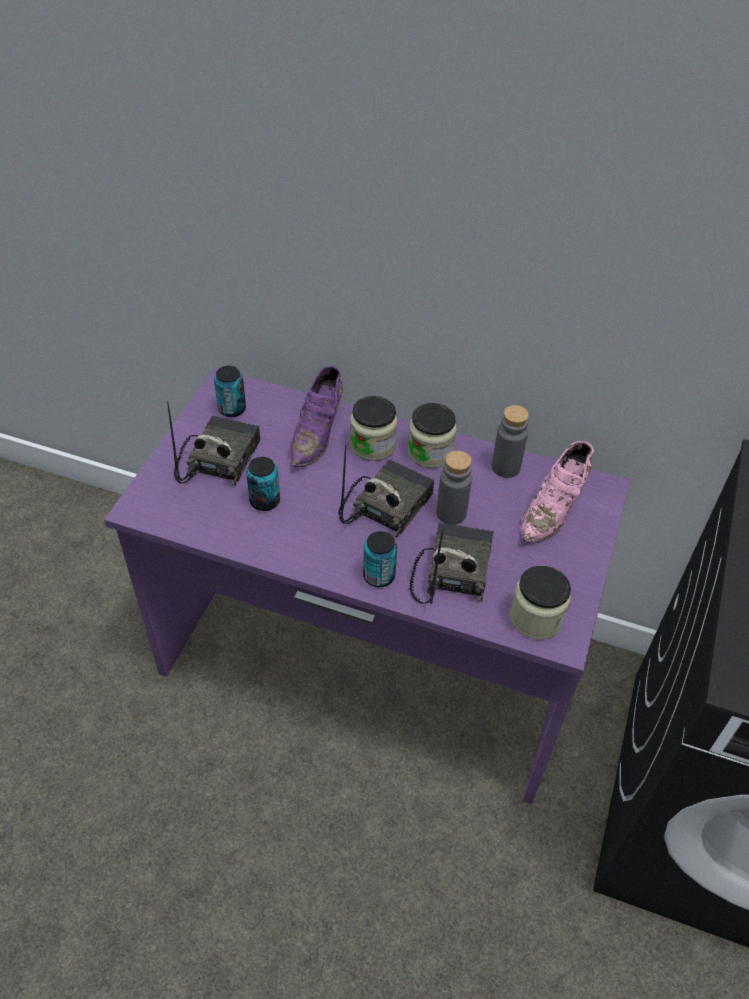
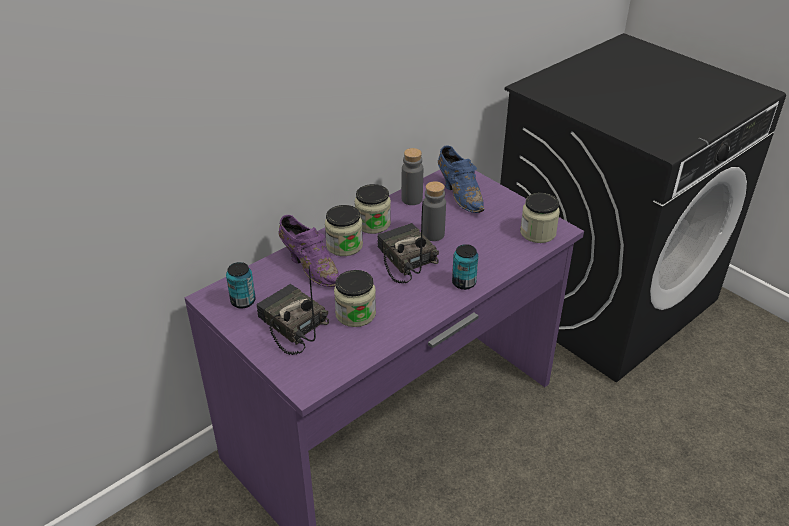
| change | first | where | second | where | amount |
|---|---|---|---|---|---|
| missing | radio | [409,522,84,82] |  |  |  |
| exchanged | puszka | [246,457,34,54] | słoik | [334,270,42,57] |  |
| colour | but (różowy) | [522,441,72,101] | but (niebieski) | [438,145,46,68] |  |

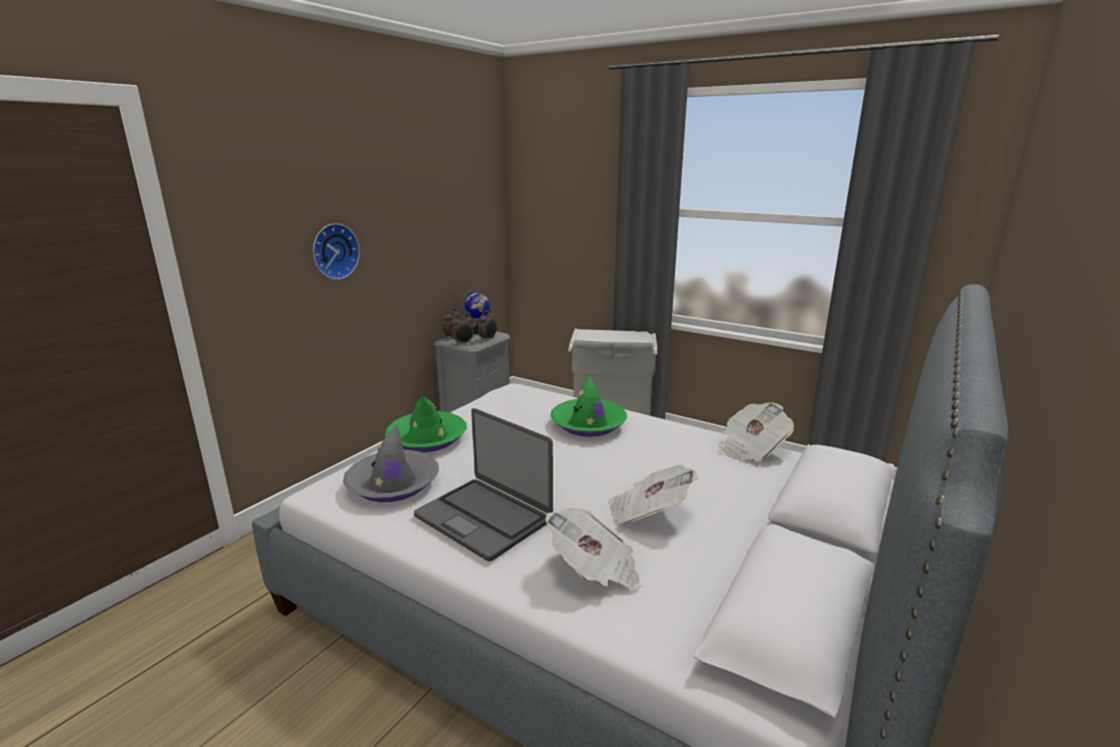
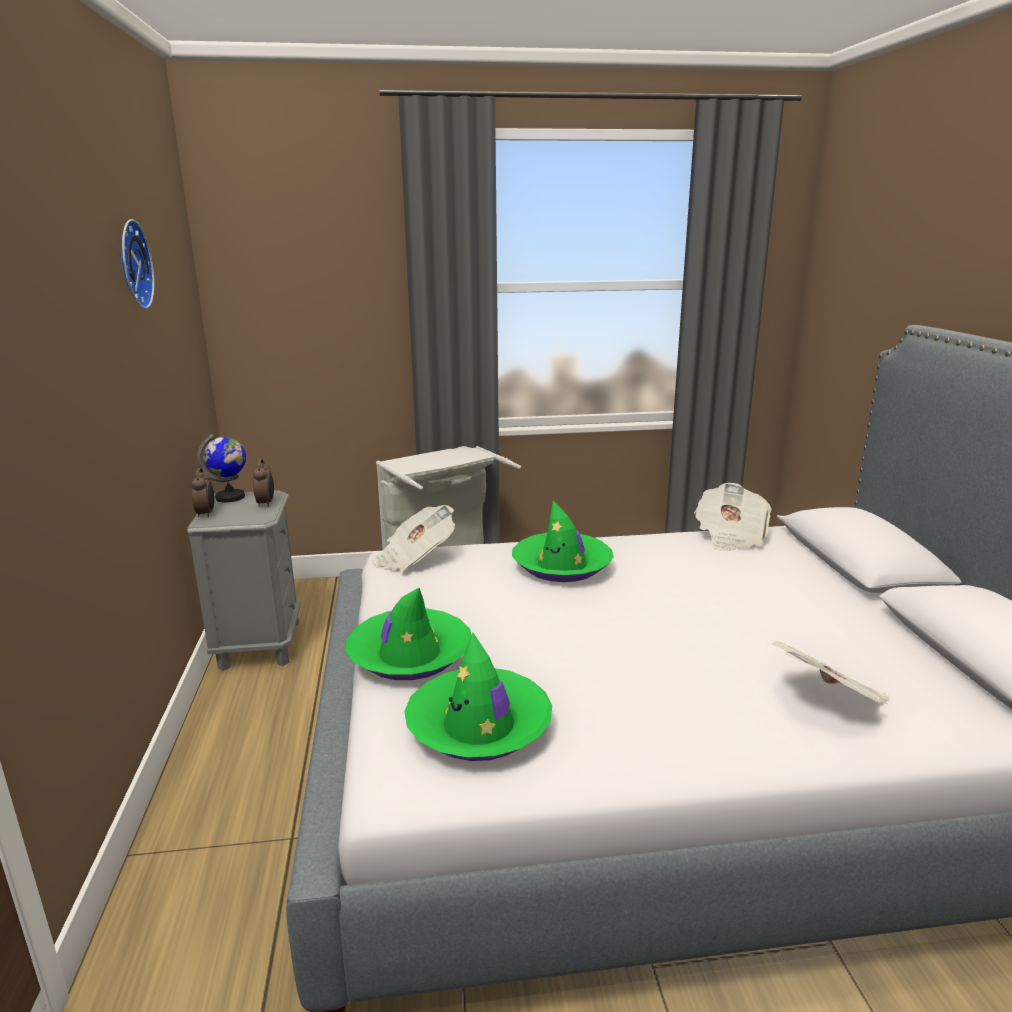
| change | first | where | second | where | amount |
|---|---|---|---|---|---|
| missing | laptop | [414,408,139,153] |  |  |  |
| missing | budzik | [451,314,23,31] |  |  |  |
| relocated | zegar ścienny | [313,223,47,57] |  | [121,219,34,90] |  |
| relocated | gazeta | [608,464,89,60] |  | [372,505,83,66] |  |
| colour | kapelusz (szary) | [343,425,96,77] | kapelusz (zielony) | [404,633,148,128] |  |

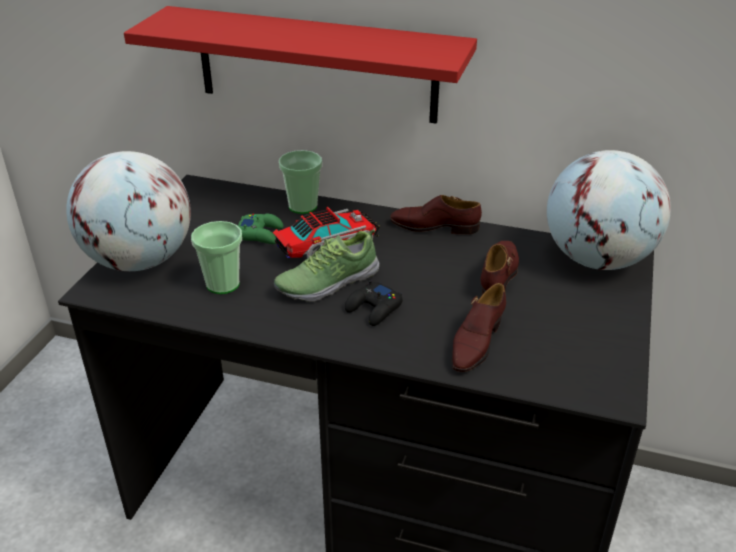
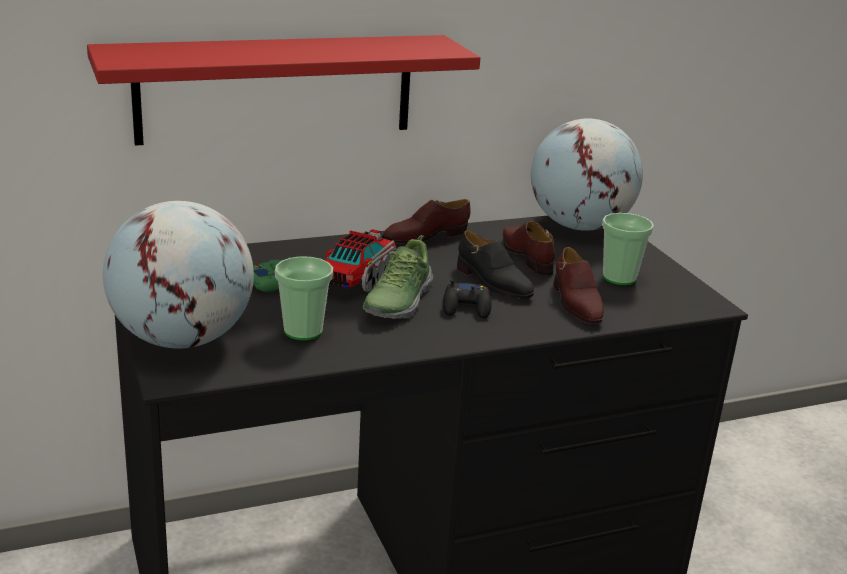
| change | first | where | second | where | amount |
|---|---|---|---|---|---|
| appeared |  |  | but (czarny) | [457,230,77,69] |  |
| relocated | filiżanka | [279,150,43,64] |  | [602,213,52,72] |  |

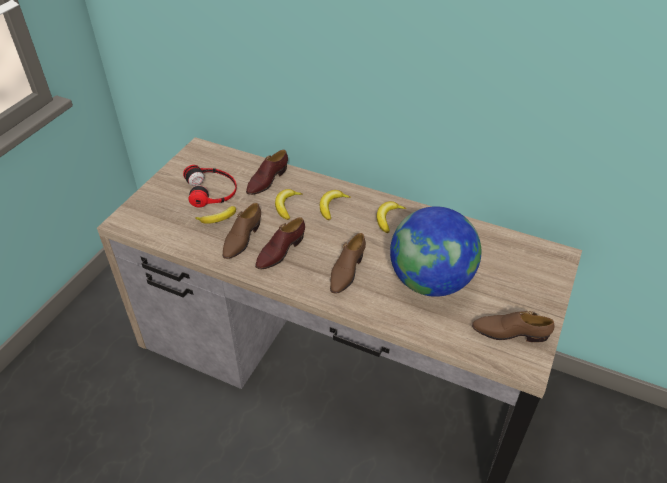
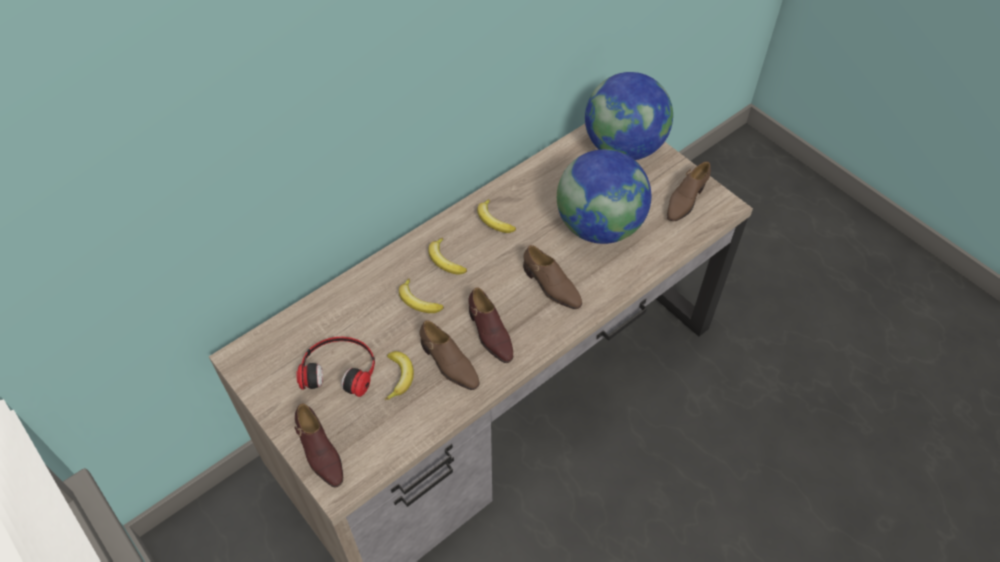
| change | first | where | second | where | amount |
|---|---|---|---|---|---|
| appeared |  |  | globus | [585,72,88,88] |  |
| relocated | but (brązowy) | [246,150,42,45] |  | [295,403,48,84] |  |

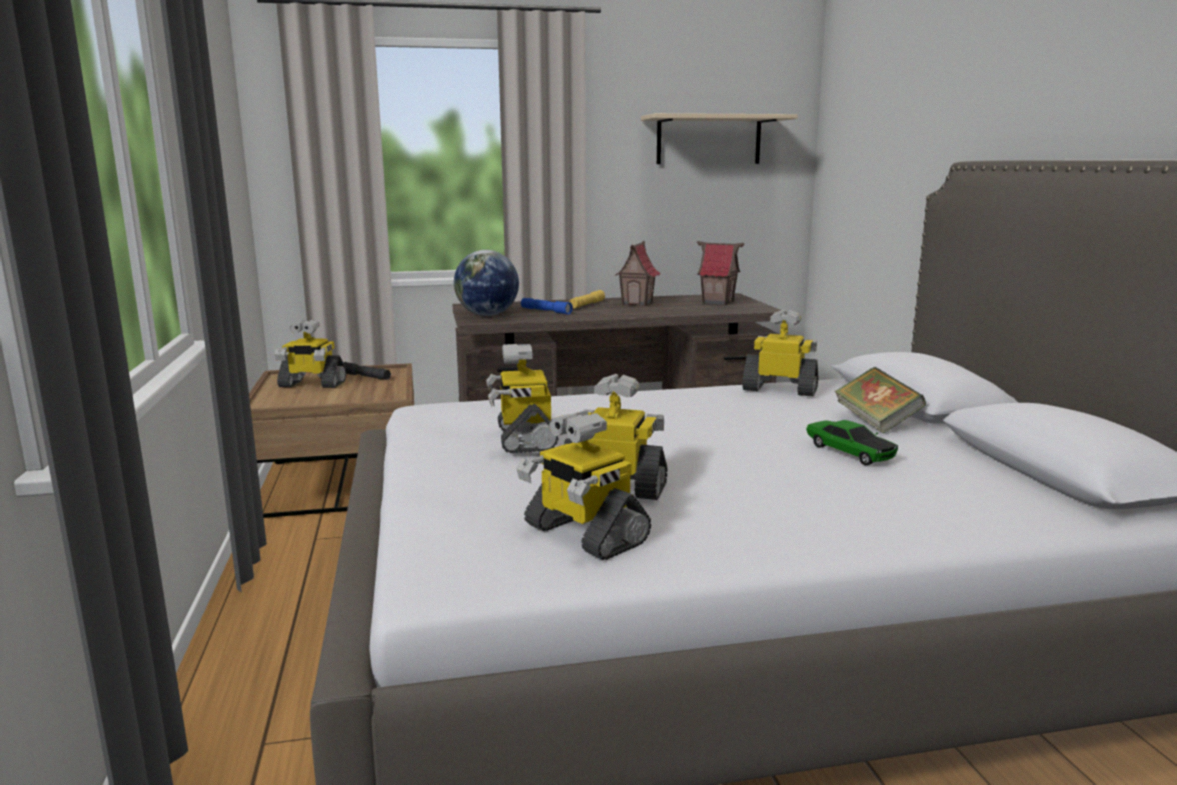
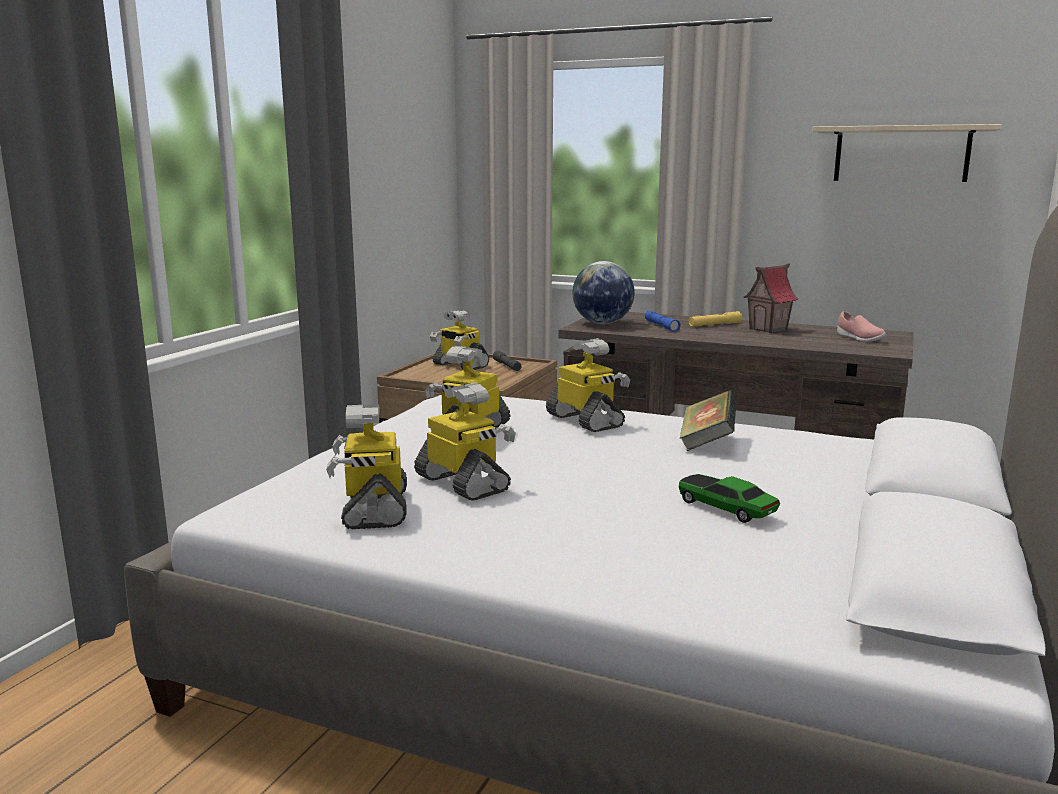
| change | first | where | second | where | amount |
|---|---|---|---|---|---|
| relocated | robot zabawkowy | [742,309,76,87] |  | [546,338,84,94] |  |
| relocated | książka | [835,367,91,66] |  | [680,390,57,61] |  |
| exchanged | domek | [697,241,47,64] | but (różowy) | [837,311,49,31] |  |
| spun | samochodzik | [806,420,92,45] |  | [679,474,101,49] | 135 degrees clockwise |

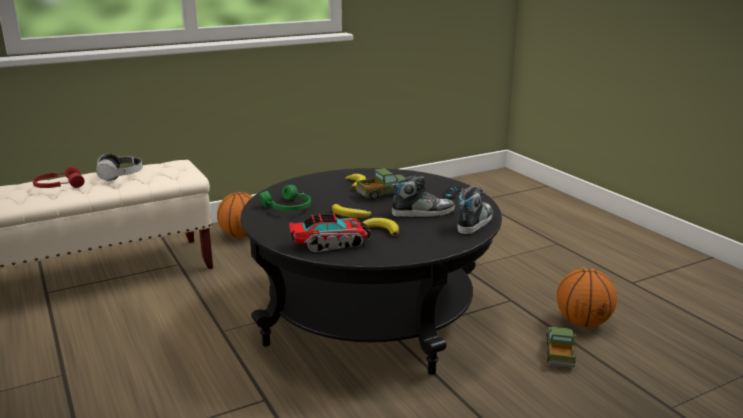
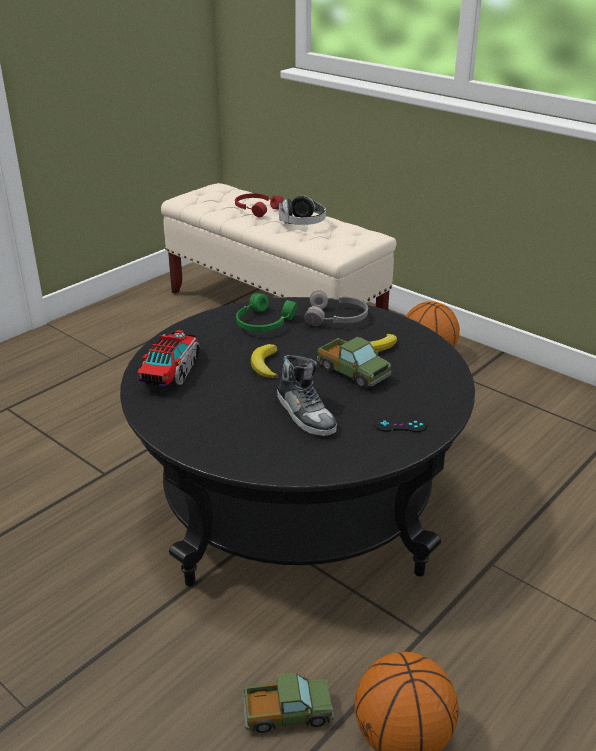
| change | first | where | second | where | amount |
|---|---|---|---|---|---|
| missing | banan | [363,218,36,18] |  |  |  |
| missing | but | [457,186,36,48] |  |  |  |
| appeared |  |  | słuchawki (szary) | [304,290,64,36] |  |
| spun | ciężarówka zabawkowa | [289,212,82,41] |  | [138,330,62,57] | 135 degrees counterclockwise |

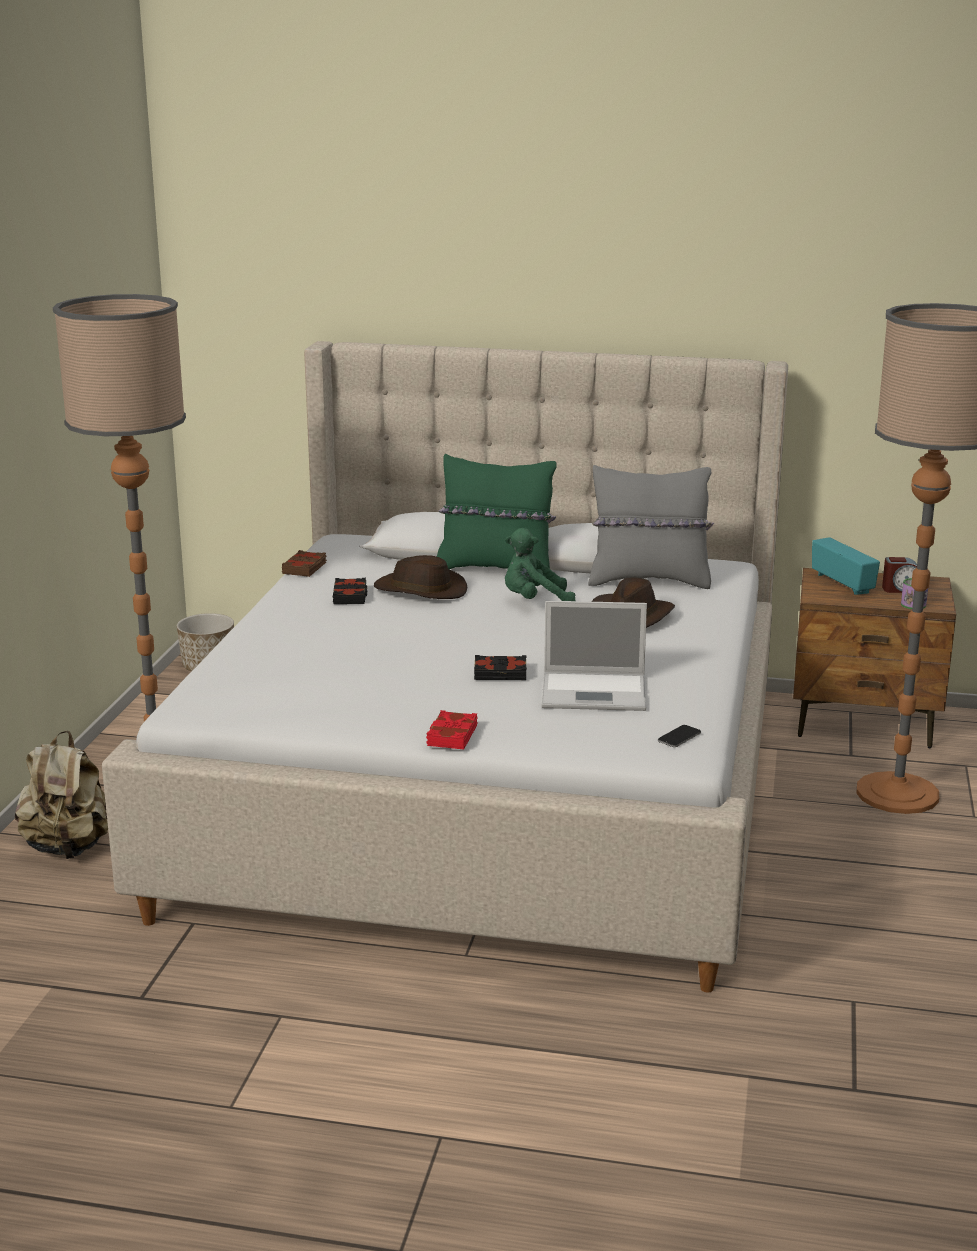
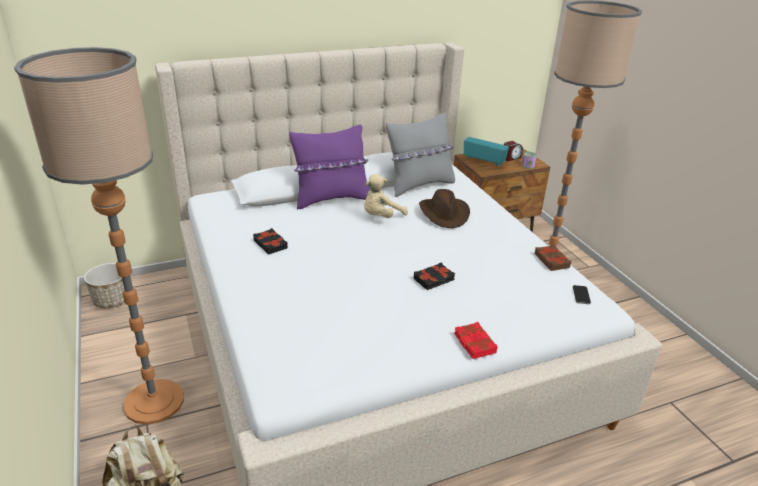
| change | first | where | second | where | amount |
|---|---|---|---|---|---|
| missing | kapelusz (brązowy) | [374,555,93,44] |  |  |  |
| missing | laptop | [542,601,105,110] |  |  |  |
| relocated | książka (brązowy) | [282,550,45,27] |  | [535,245,36,26] |  |
| colour | poduszka (zielony) | [437,454,120,116] | poduszka (fioletowy) | [289,125,81,85] |  |
| colour | pluszak (zielony) | [505,528,70,73] | pluszak (beżowy) | [364,174,44,44] |  |

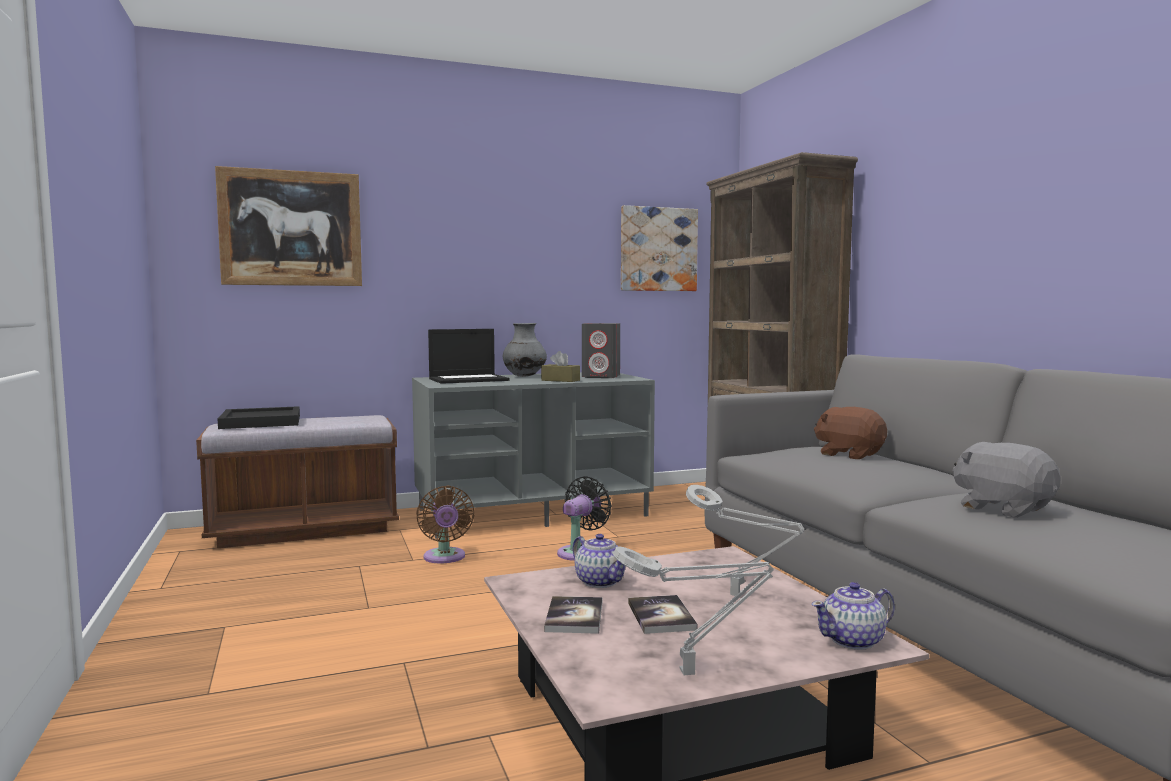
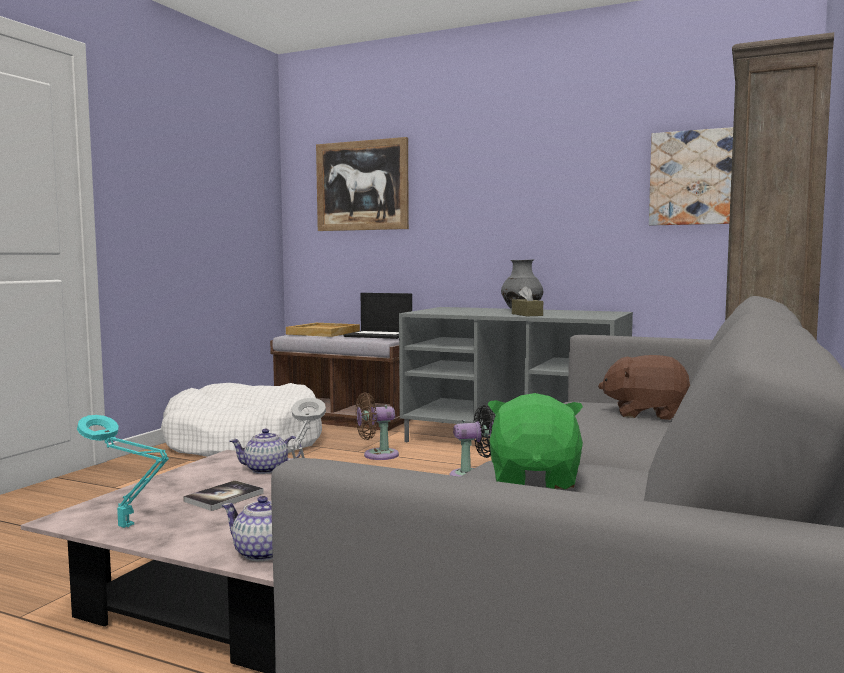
| change | first | where | second | where | amount |
|---|---|---|---|---|---|
| missing | książka | [544,596,58,38] |  |  |  |
| missing | głośnik (szary) | [582,323,38,55] |  |  |  |
| appeared |  |  | legowisko (biały) | [161,383,161,74] |  |
| relocated | laptop | [428,329,82,55] |  | [343,293,69,46] |  |
| colour | taca (czarny) | [218,406,82,23] | taca (beżowy) | [286,323,74,14] |  |
| colour | lampa stołowa (szary) | [613,546,161,129] | lampa stołowa (turkusowy) | [77,415,92,113] |  |
| colour | pluszak (szary) | [952,442,109,76] | pluszak (zielony) | [488,393,95,96] |  |
| spun | wentylator (brązowy) | [416,486,58,78] |  | [356,392,43,68] | 45 degrees clockwise |
| spun | imbryk | [572,534,53,54] |  | [230,429,72,45] | 75 degrees clockwise |
| spun | pluszak (brązowy) | [814,407,73,52] |  | [598,355,92,65] | 75 degrees counterclockwise |

